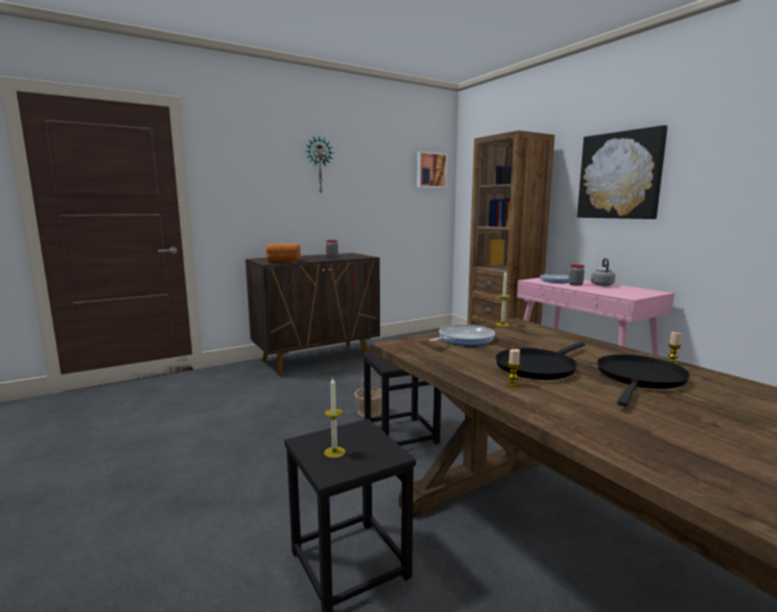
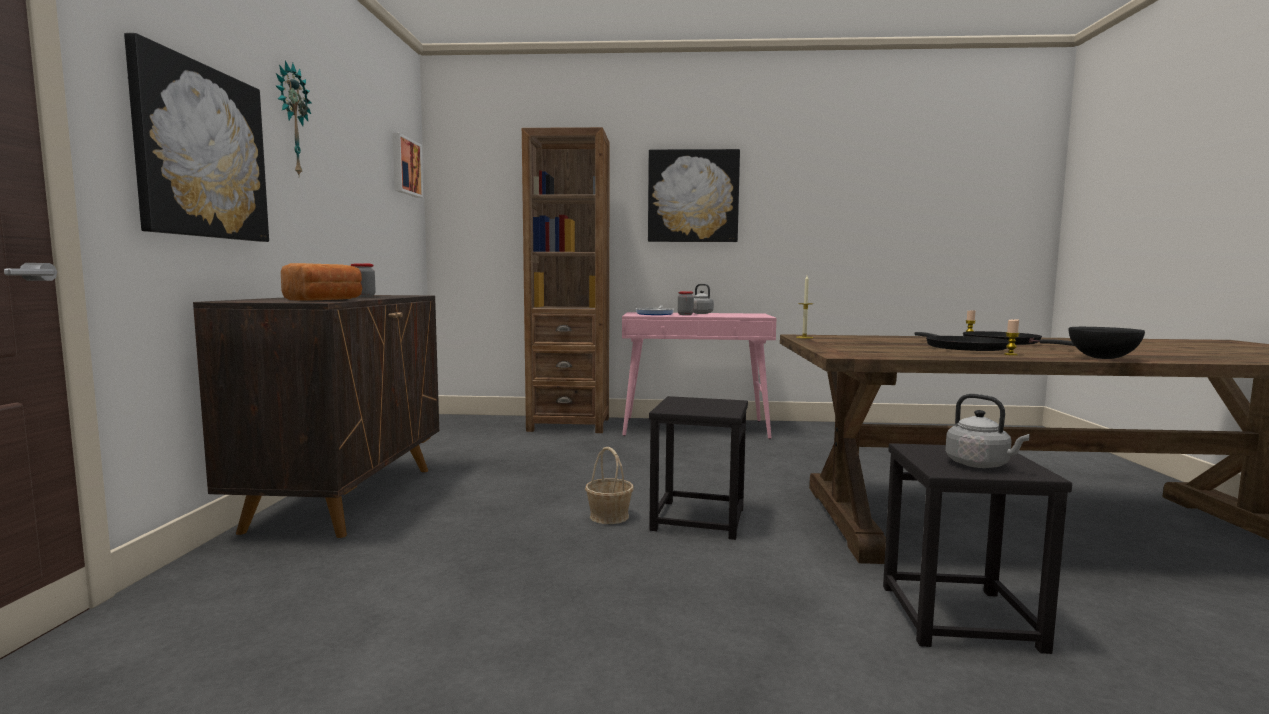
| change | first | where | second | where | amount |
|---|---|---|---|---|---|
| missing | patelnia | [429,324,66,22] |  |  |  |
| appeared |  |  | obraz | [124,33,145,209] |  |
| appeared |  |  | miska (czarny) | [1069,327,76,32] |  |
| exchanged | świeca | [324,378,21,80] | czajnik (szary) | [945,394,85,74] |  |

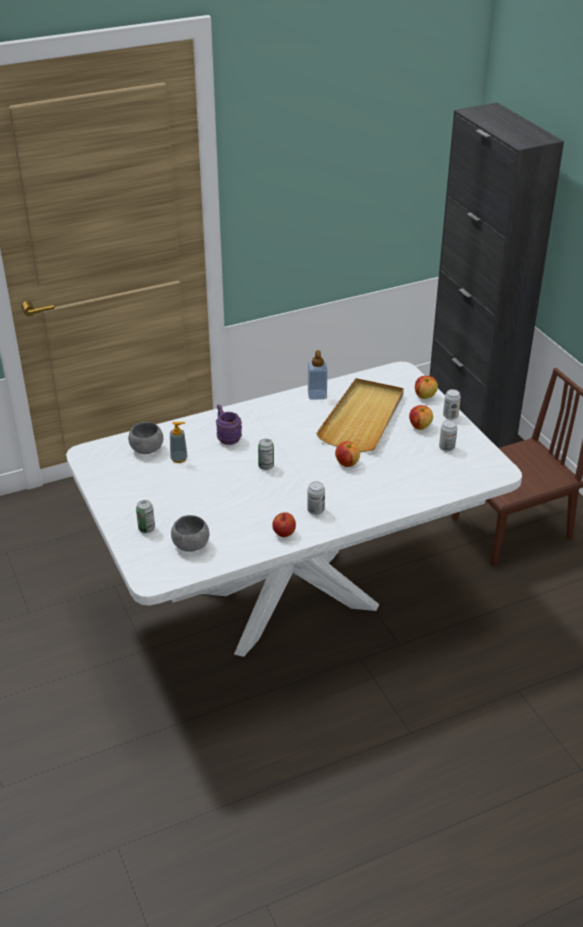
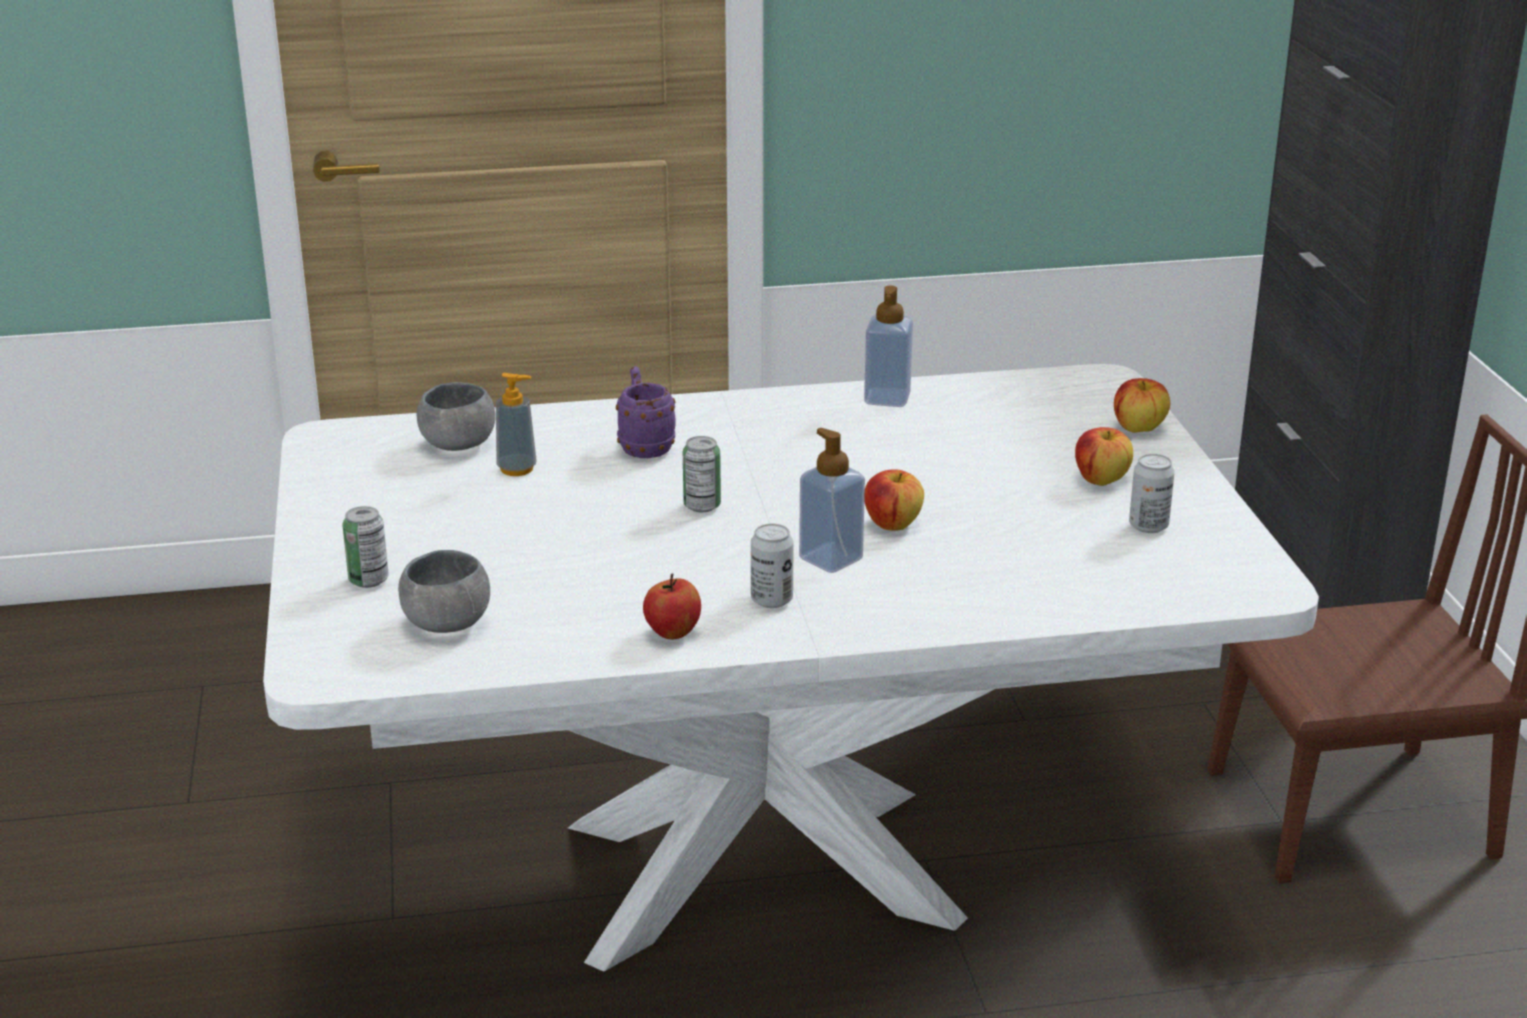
| change | first | where | second | where | amount |
|---|---|---|---|---|---|
| missing | taca (beżowy) | [316,378,88,74] |  |  |  |
| missing | puszka | [443,389,18,31] |  |  |  |
| appeared |  |  | dozownik mydła | [799,428,66,145] |  |

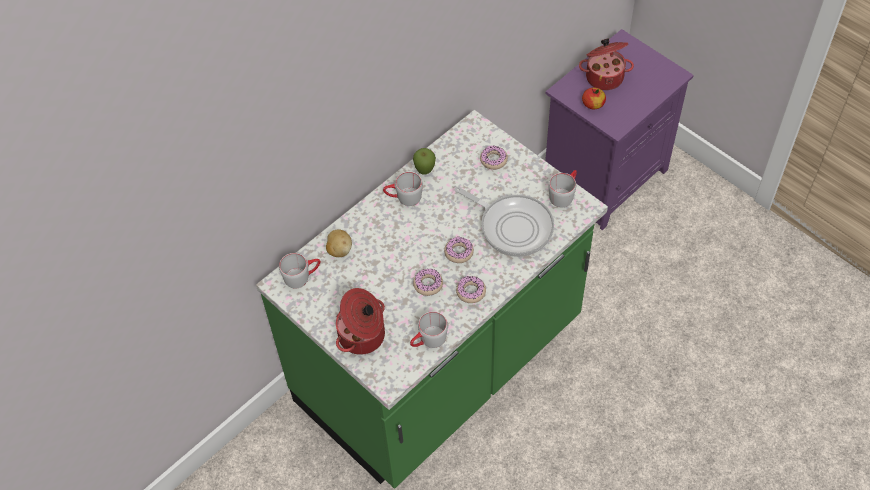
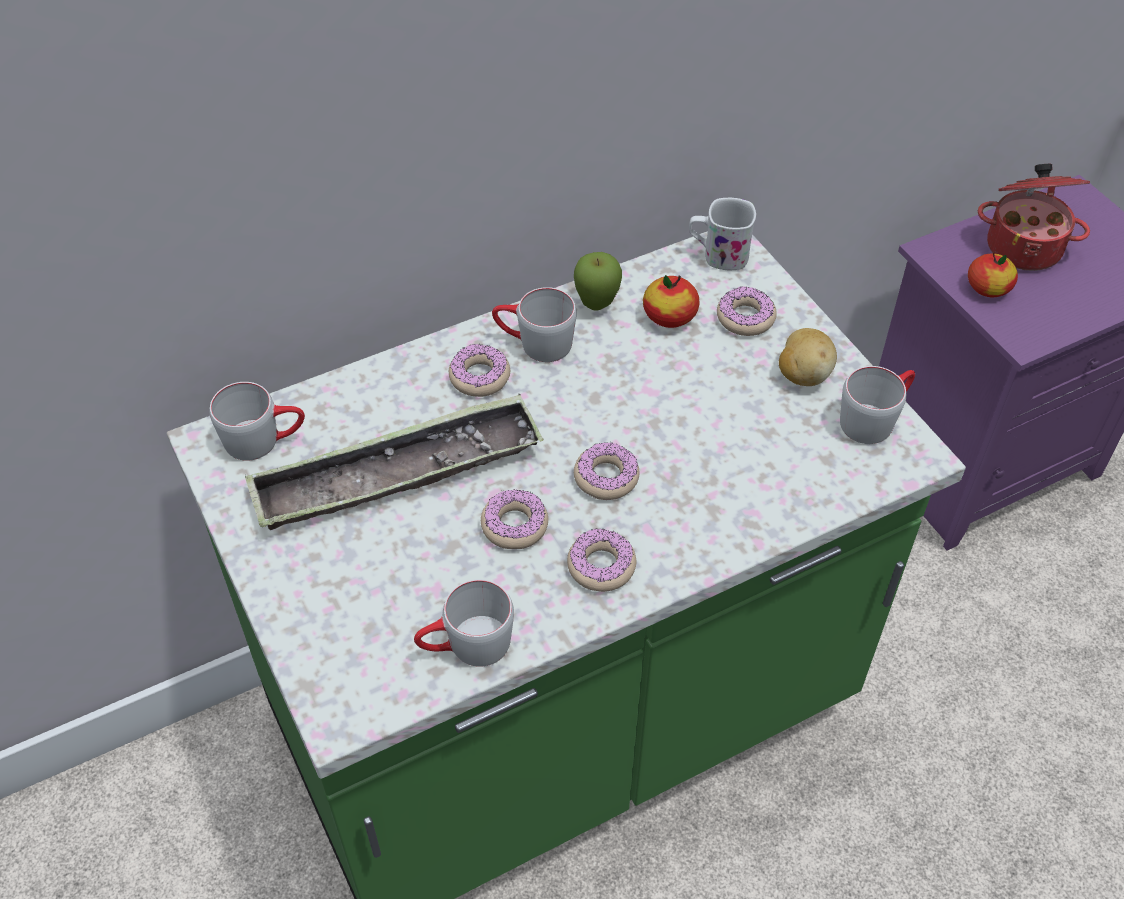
| change | first | where | second | where | amount |
|---|---|---|---|---|---|
| missing | garnek | [336,288,49,67] |  |  |  |
| missing | patelnia | [455,186,99,71] |  |  |  |
| appeared |  |  | taca | [245,394,299,136] |  |
| appeared |  |  | donut | [449,344,61,53] |  |
| appeared |  |  | jabłko | [643,275,57,53] |  |
| appeared |  |  | kubek (biały) | [689,198,67,72] |  |
| relocated | ziemniak | [326,229,26,28] |  | [779,328,58,58] |  |

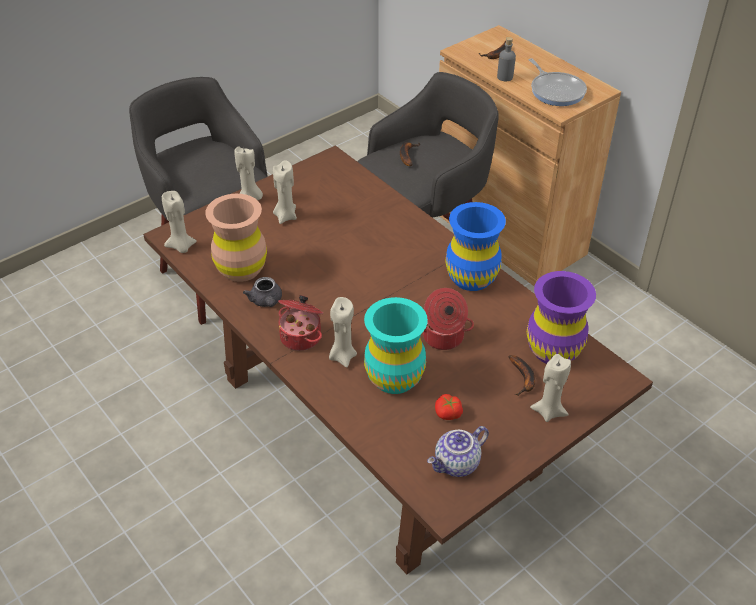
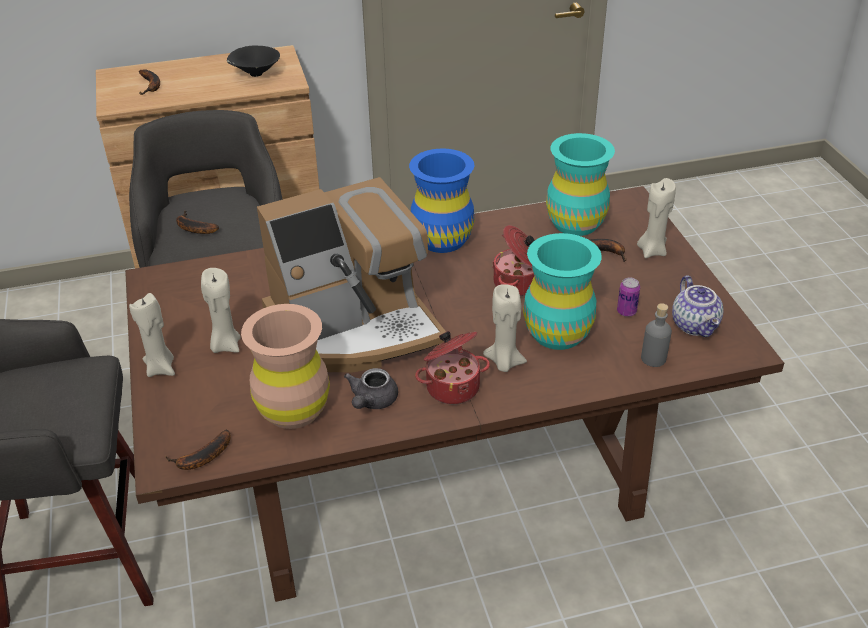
| change | first | where | second | where | amount |
|---|---|---|---|---|---|
| appeared |  |  | ekspres do kawy | [257,177,189,195] |  |
| relocated | butelka (szary) | [497,37,19,44] |  | [641,303,31,64] |  |
| exchanged | świeca (beżowy) | [162,191,35,62] | banan | [165,430,66,40] |  |
| exchanged | pomidor | [435,394,28,26] | puszka | [617,278,23,39] |  |
| exchanged | patelnia | [529,58,58,48] | miska (czarny) | [227,45,53,32] |  |
| colour | wazon (fioletowy) | [527,271,69,93] | wazon (turkusowy) | [546,133,69,103] |  |
| spun | imbryk (szary) | [243,277,39,30] |  | [344,368,54,41] | 105 degrees clockwise |

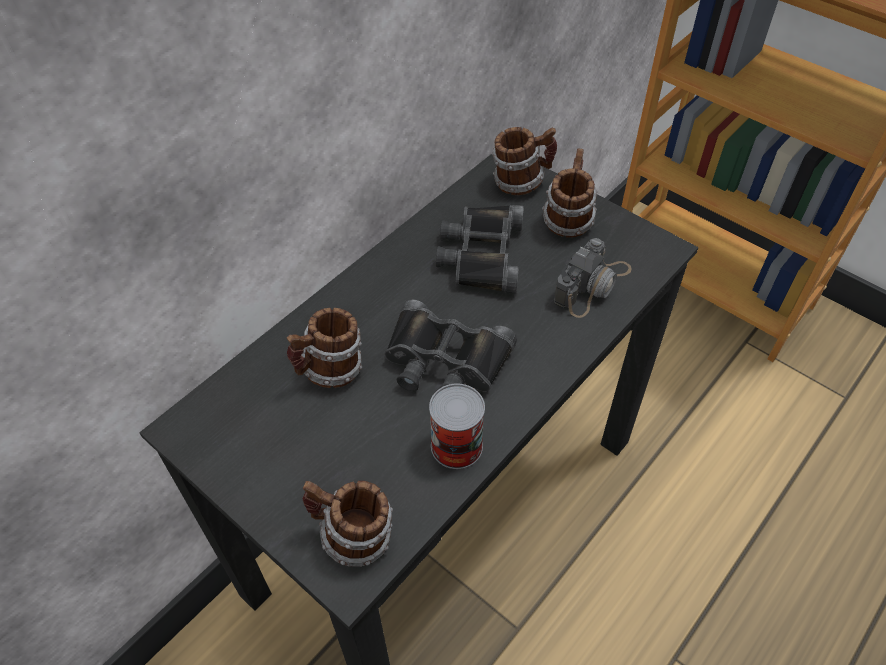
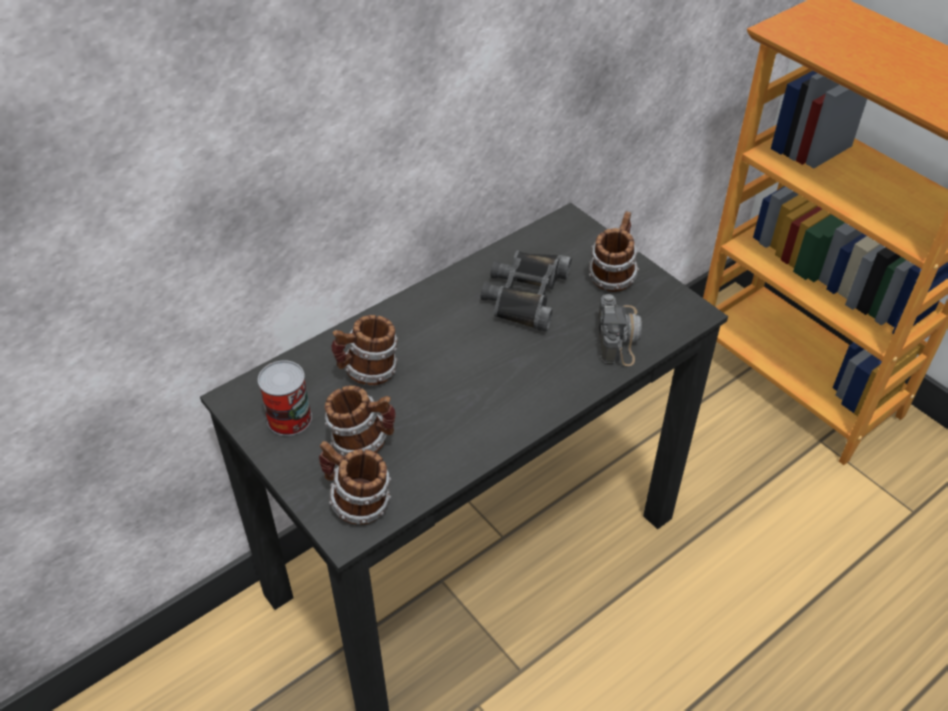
| change | first | where | second | where | amount |
|---|---|---|---|---|---|
| missing | lornetka (czarny) | [384,299,134,93] |  |  |  |
| relocated | puszka | [429,384,56,85] |  | [258,360,54,76] |  |
| relocated | kubek | [492,127,65,68] |  | [325,386,71,70] |  |
| spun | aparat fotograficzny | [554,238,78,80] |  | [598,294,44,72] | 45 degrees counterclockwise |

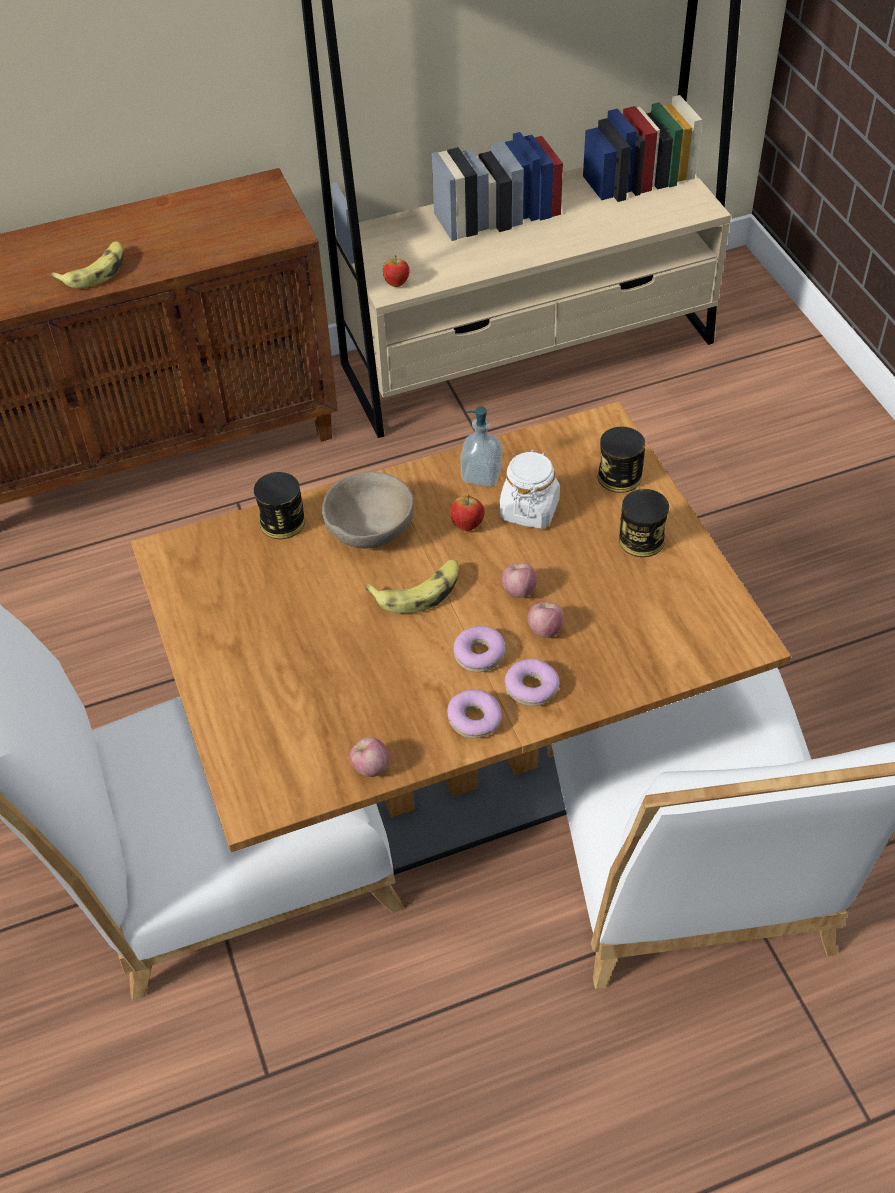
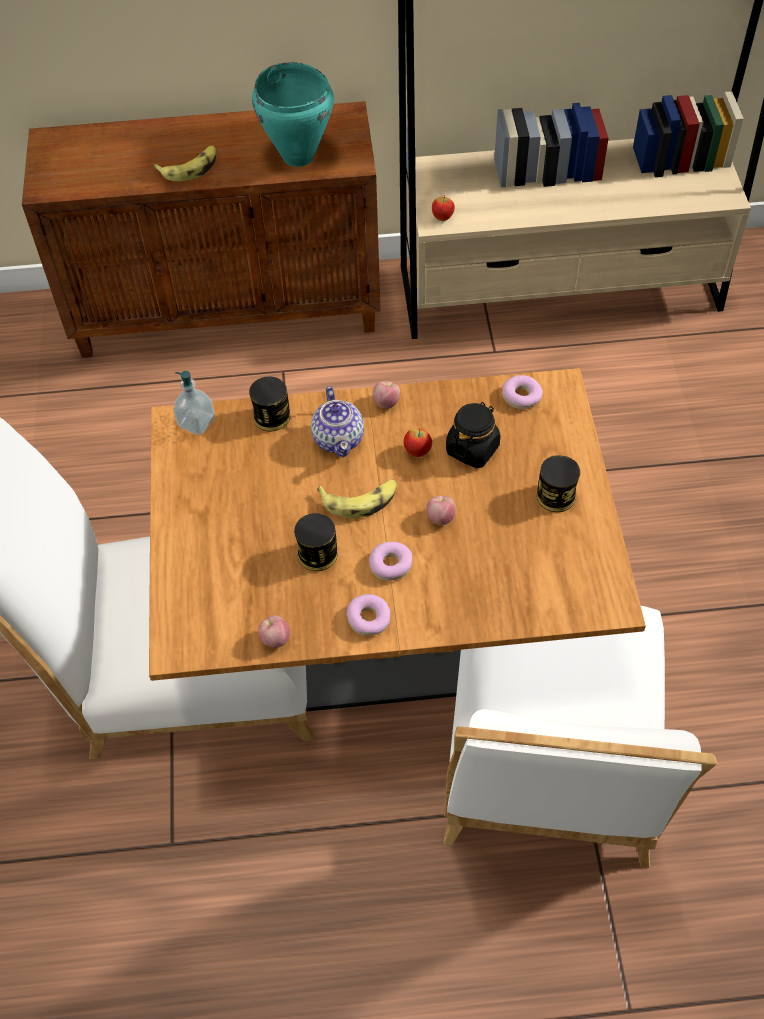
| change | first | where | second | where | amount |
|---|---|---|---|---|---|
| appeared |  |  | garnek (turkusowy) | [252,62,82,105] |  |
| relocated | dozownik mydła | [460,407,42,80] |  | [173,371,42,64] |  |
| relocated | donut | [505,659,55,47] |  | [502,375,41,34] |  |
| relocated | jabłko | [528,602,36,36] |  | [373,381,27,27] |  |
| relocated | puszka | [598,427,47,66] |  | [294,513,43,58] |  |
| exchanged | miska (beżowy) | [322,472,92,77] | imbryk | [311,386,53,71] |  |
| colour | słoik (biały) | [500,450,60,79] | słoik (czarny) | [446,402,54,66] |  |

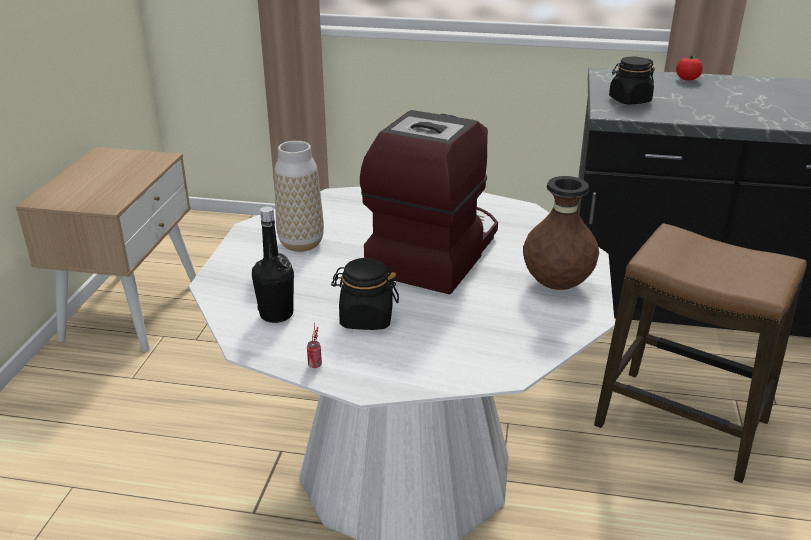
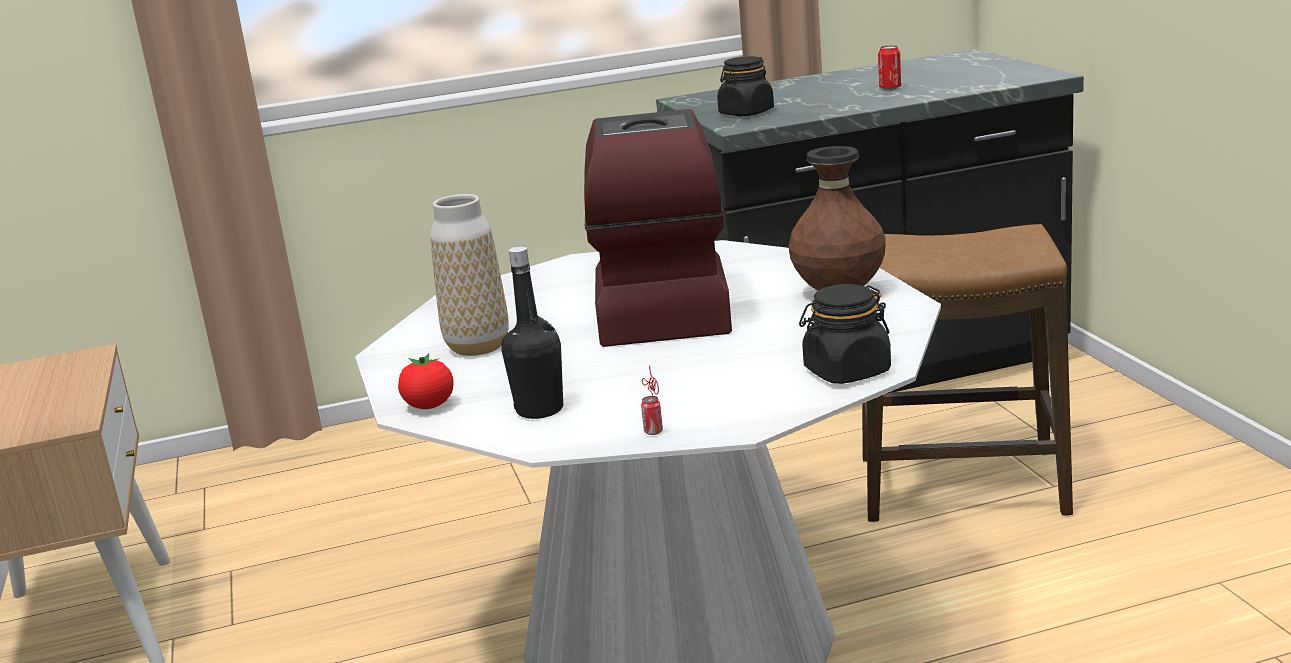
| change | first | where | second | where | amount |
|---|---|---|---|---|---|
| appeared |  |  | puszka | [878,45,23,45] |  |
| relocated | słoik (czarny) | [331,258,68,72] |  | [799,284,92,100] |  |
| relocated | pomidor | [676,55,27,26] |  | [398,353,56,56] |  |

